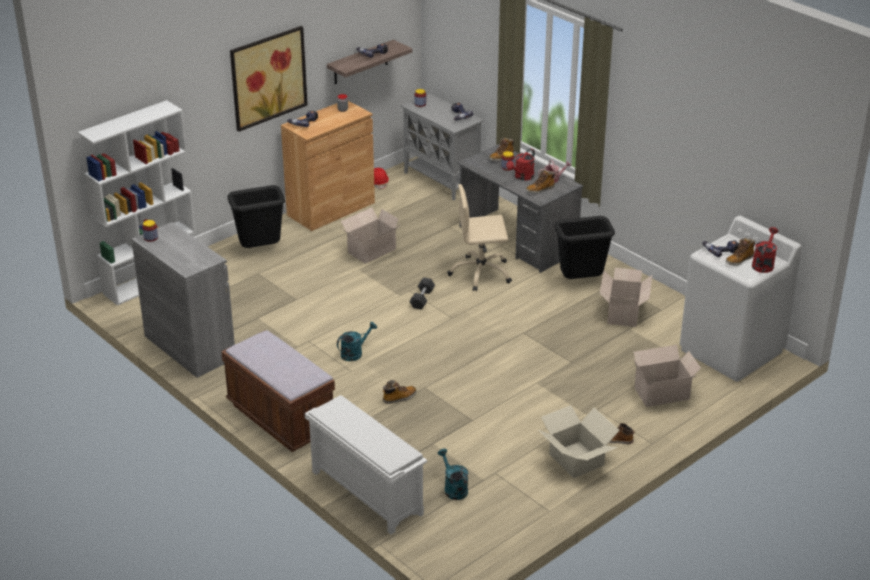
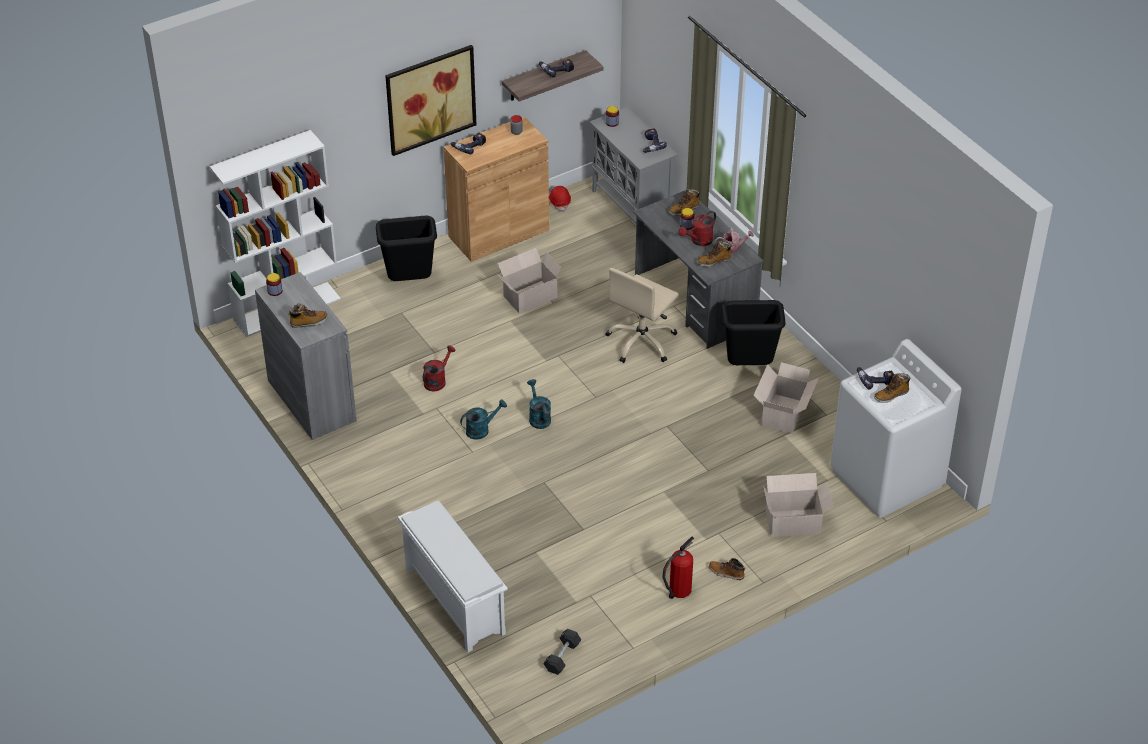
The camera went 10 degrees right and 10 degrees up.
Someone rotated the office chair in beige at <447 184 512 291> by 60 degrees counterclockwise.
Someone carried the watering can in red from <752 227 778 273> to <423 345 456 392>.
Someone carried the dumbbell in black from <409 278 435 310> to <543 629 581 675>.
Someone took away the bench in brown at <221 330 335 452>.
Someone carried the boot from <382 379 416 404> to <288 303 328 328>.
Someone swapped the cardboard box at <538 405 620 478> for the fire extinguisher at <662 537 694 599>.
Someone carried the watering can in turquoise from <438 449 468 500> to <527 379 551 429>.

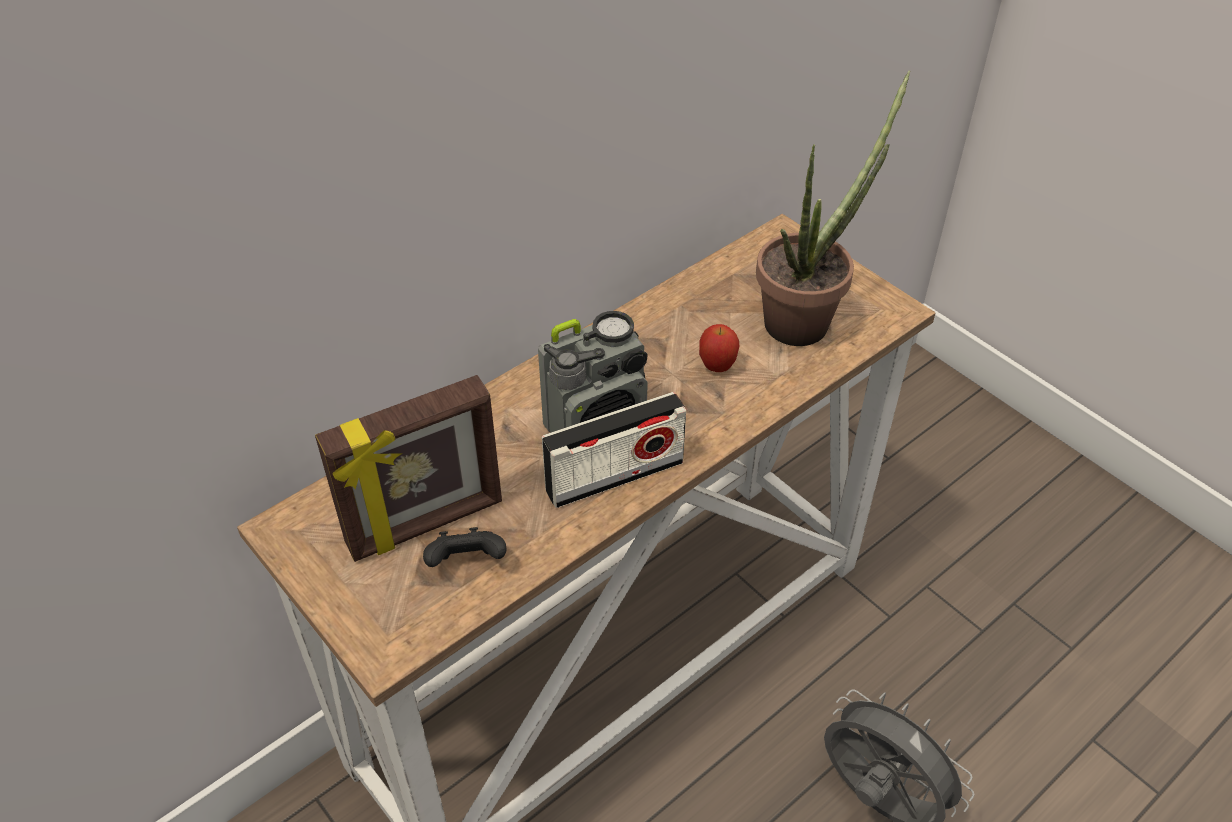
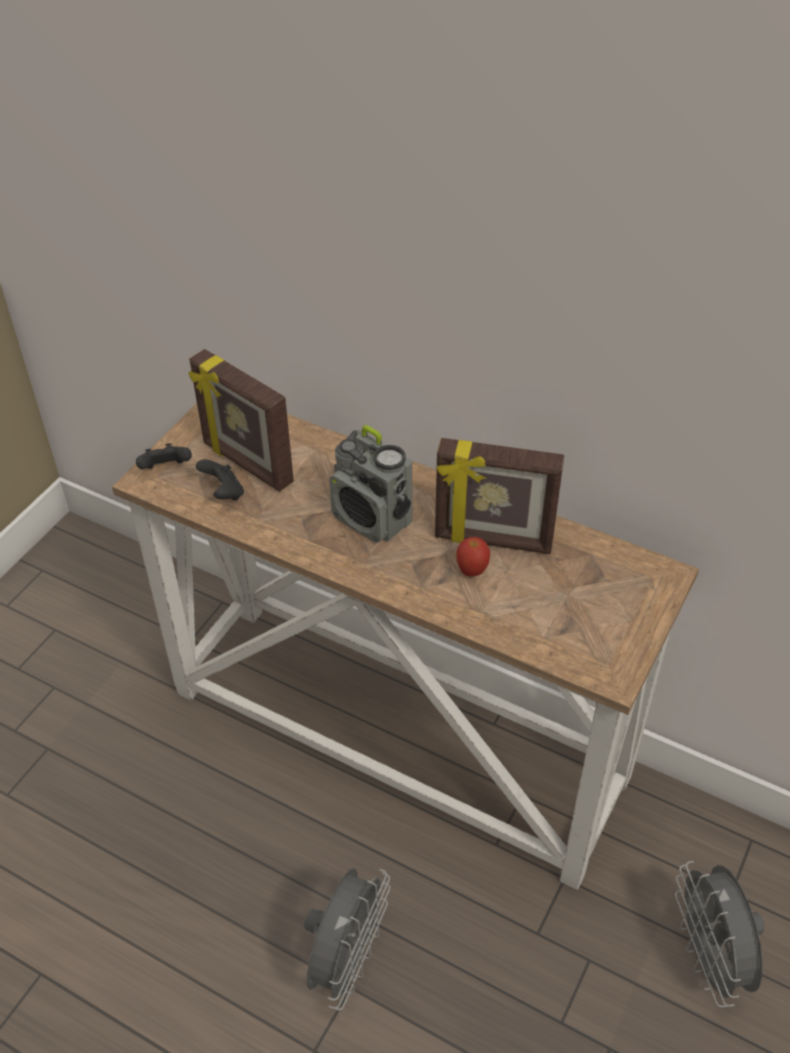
The camera went 70 degrees right and 0 degrees up.
Someone took away the potted plant at <756 70 910 346>.
Someone took away the radio at <542 392 686 508>.
Someone put down the picture frame at <435 438 564 554>.
Someone put down the game controller in black at <136 443 192 469>.
Someone put down the fan in grey at <675 861 764 1008>.

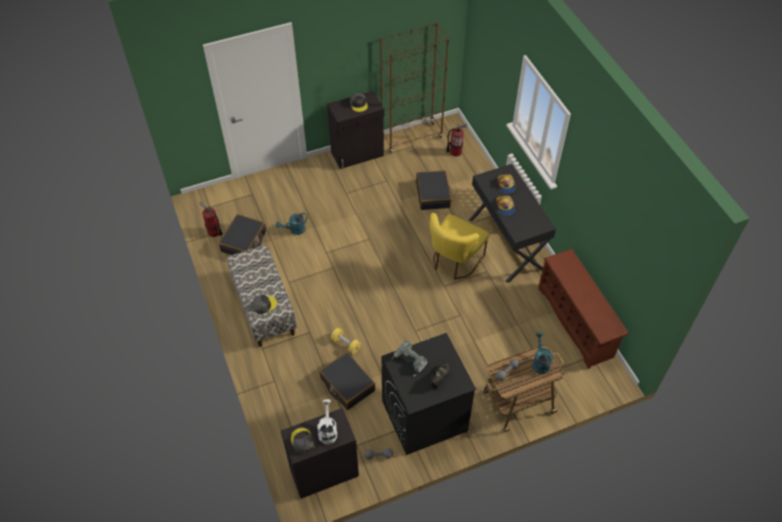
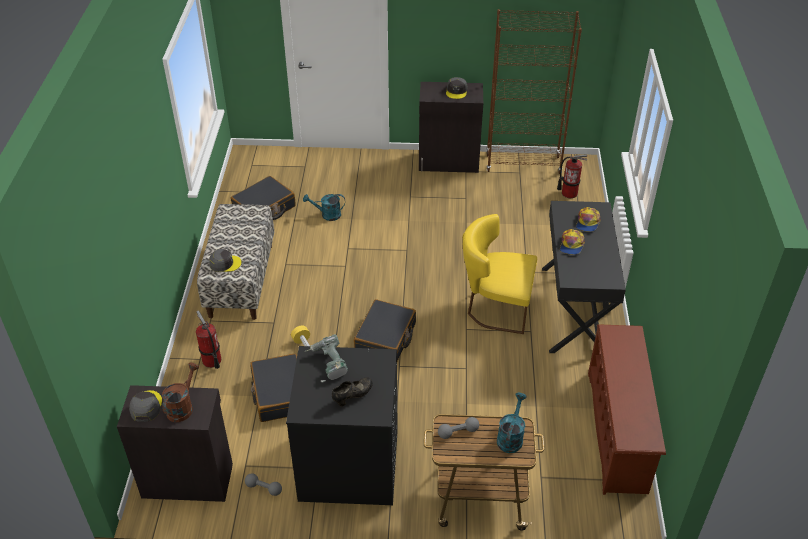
The camera went 25 degrees right and 10 degrees down.
Someone carried the suitcase in black from <416 170 451 210> to <354 299 416 361>.
Someone carried the fire extinguisher from <199 201 223 237> to <196 310 221 369>.
Someone rotated the chair in yellow at <430 213 489 280> by 45 degrees clockwise.
Someone repainted the watering can in white at <317 399 337 445>, which became the watering can in brown at <162 362 199 422>.

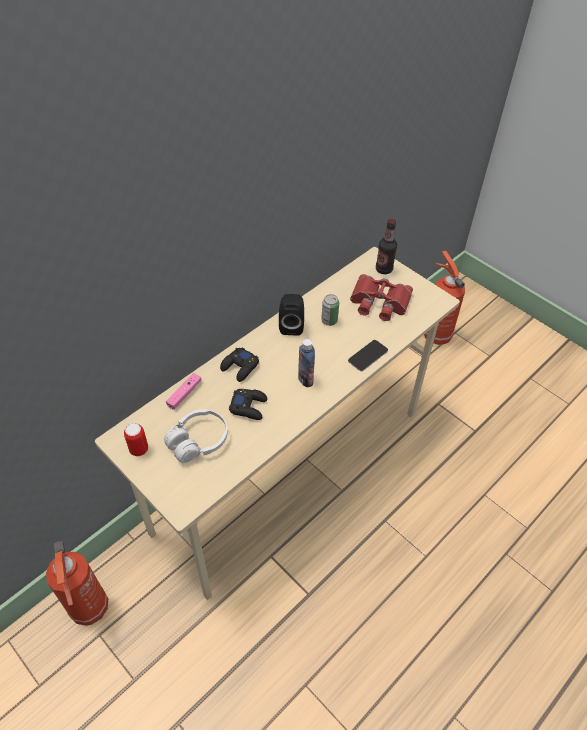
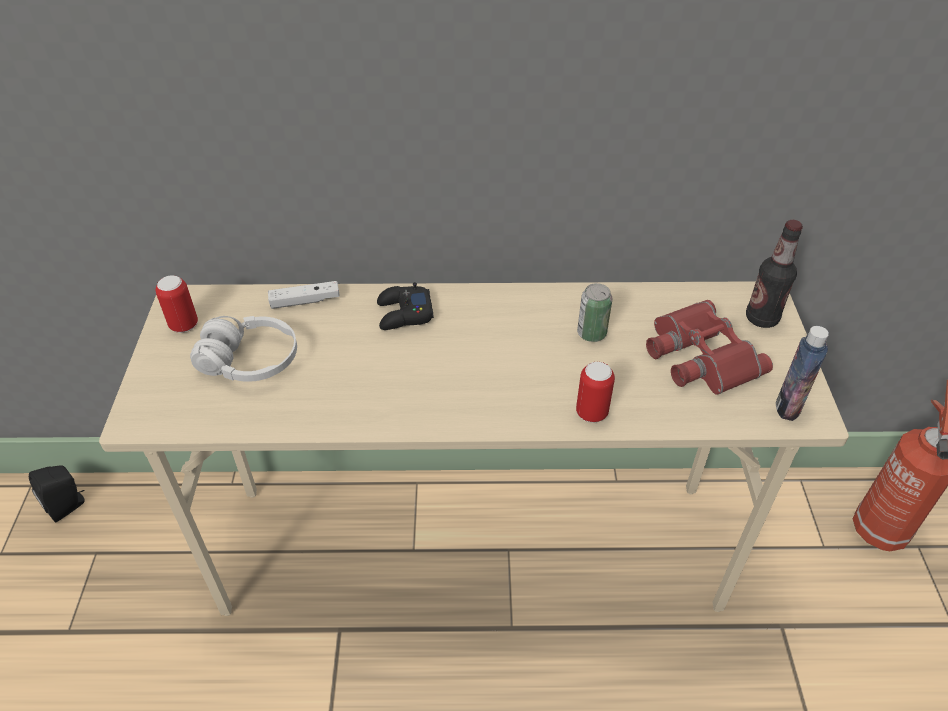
The camera went 45 degrees right and 5 degrees down.
Someone carried the speaker in black from <279 294 304 335> to <29 465 85 523>.
Someone carried the bottle from <298 339 315 388> to <776 326 829 421>.
Someone swapped the phone at <348 340 388 371> for the can at <576 362 615 422>.
Someone repainted the game controller in pink at <166 373 201 410>, which became the game controller in white at <268 281 340 309>.
Someone took away the game controller in black at <229 389 267 420>.
Someone took away the fire extinguisher at <46 541 108 626>.

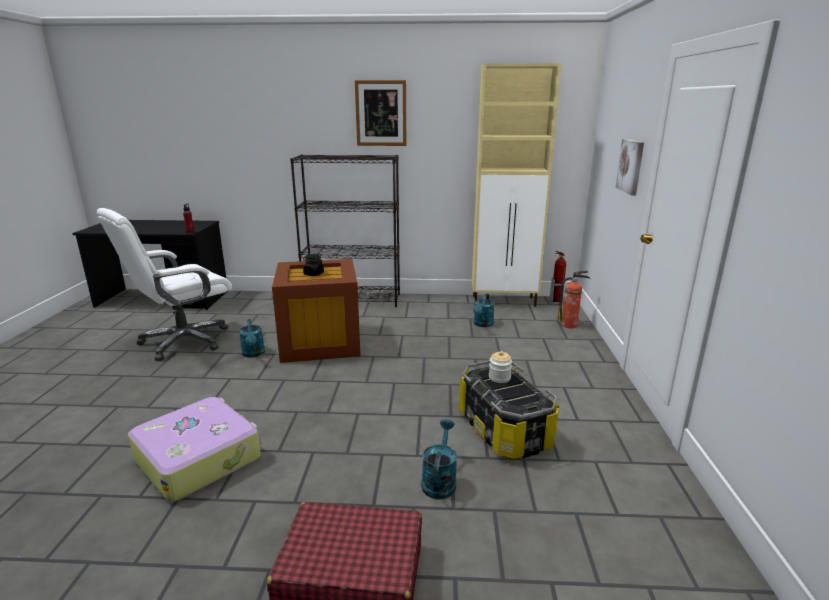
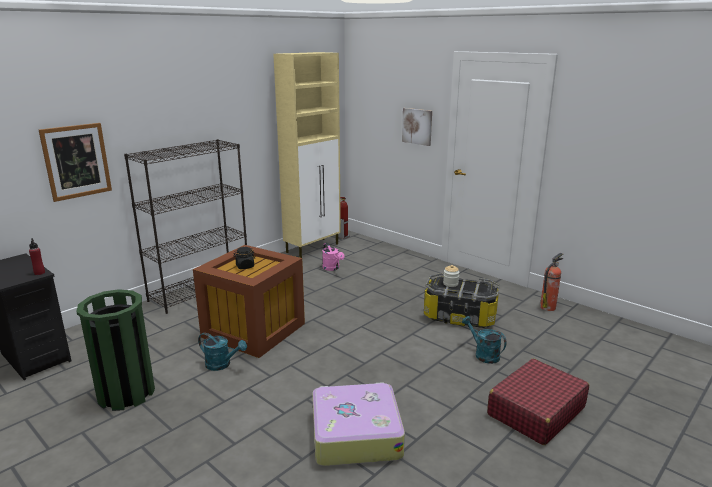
The camera went 50 degrees left and 0 degrees up.
Someone carried the picture from <355 80 406 146> to <39 123 112 202>.
Someone swapped the office chair in white at <97 208 232 361> for the trash can in green at <76 289 155 411>.
Someone carried the fire extinguisher from <557 271 591 328> to <540 253 563 311>.
Someone repainted the watering can in turquoise at <473 293 494 327>, which became the watering can in pink at <322 243 345 271>.

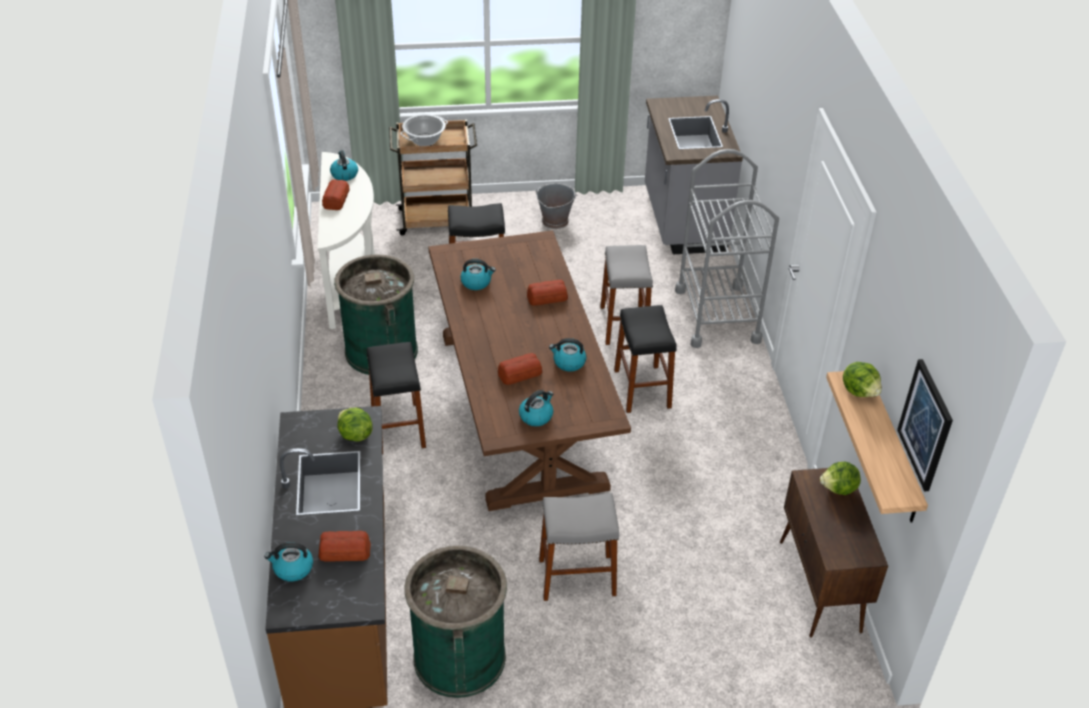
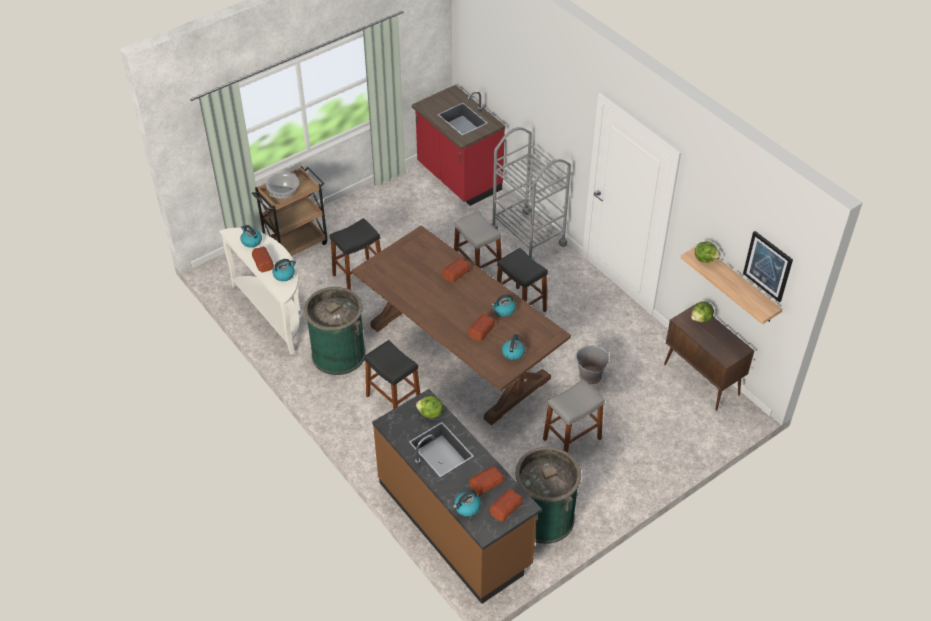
The camera went 30 degrees left and 5 degrees up.
Someone repainted the counter in grey at <645 96 743 254>, which became the counter in red at <412 85 505 206>.
Someone carried the bucket in grey from <535 183 577 229> to <575 345 609 385>.
Someone carried the kettle from <460 259 496 290> to <273 259 296 281>.
Someone put down the bread at <490 489 523 522>.

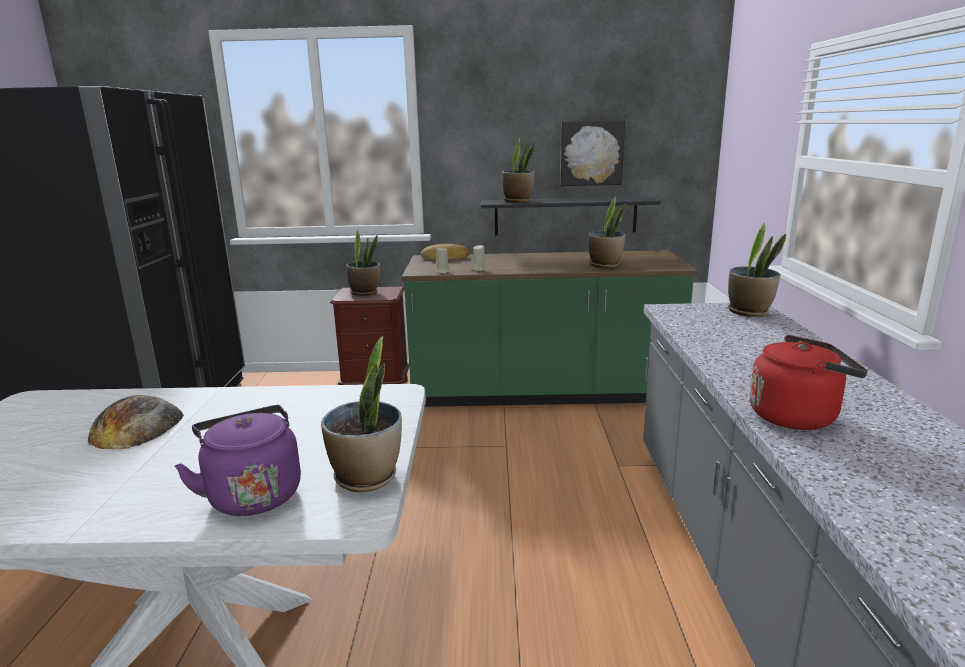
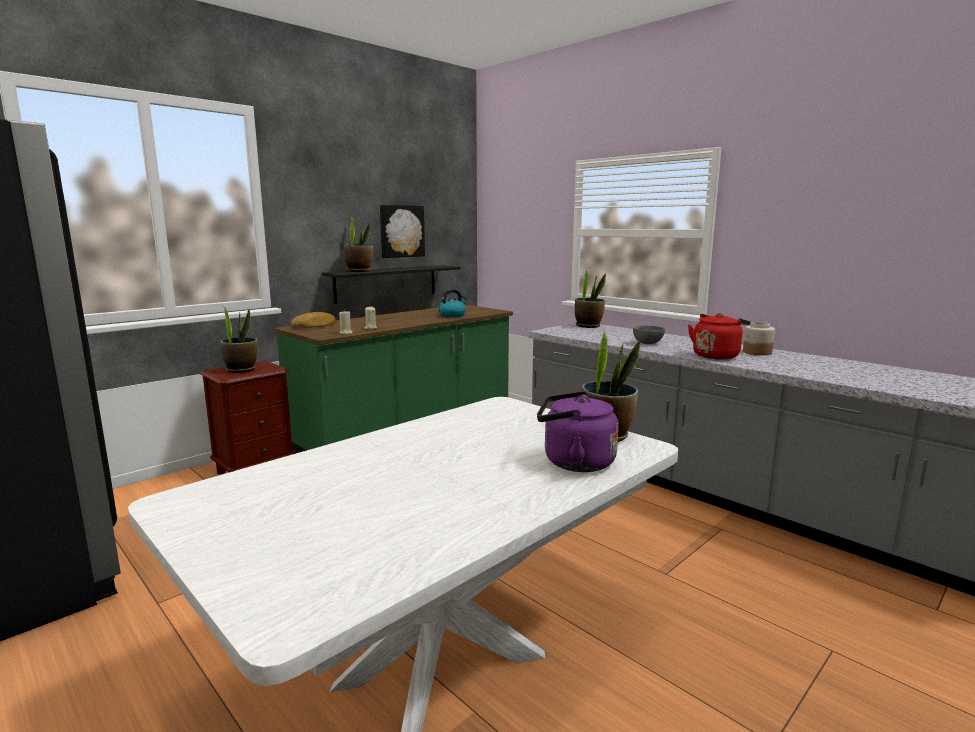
The camera went 45 degrees left and 5 degrees down.
Someone swapped the potted plant at <588 196 626 268> for the kettle at <438 289 467 317>.
Someone took away the bread at <88 395 183 450>.
Someone put down the jar at <743 322 775 355>.
Someone put down the bowl in grey at <633 325 665 344>.

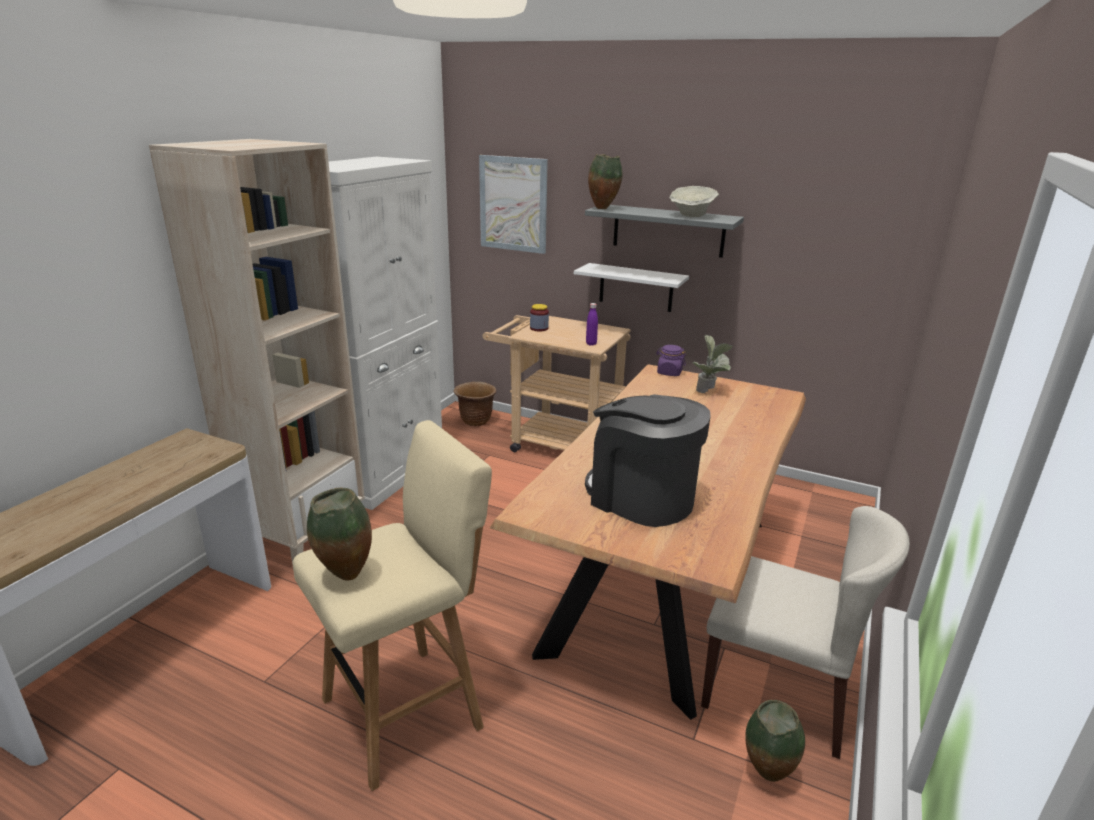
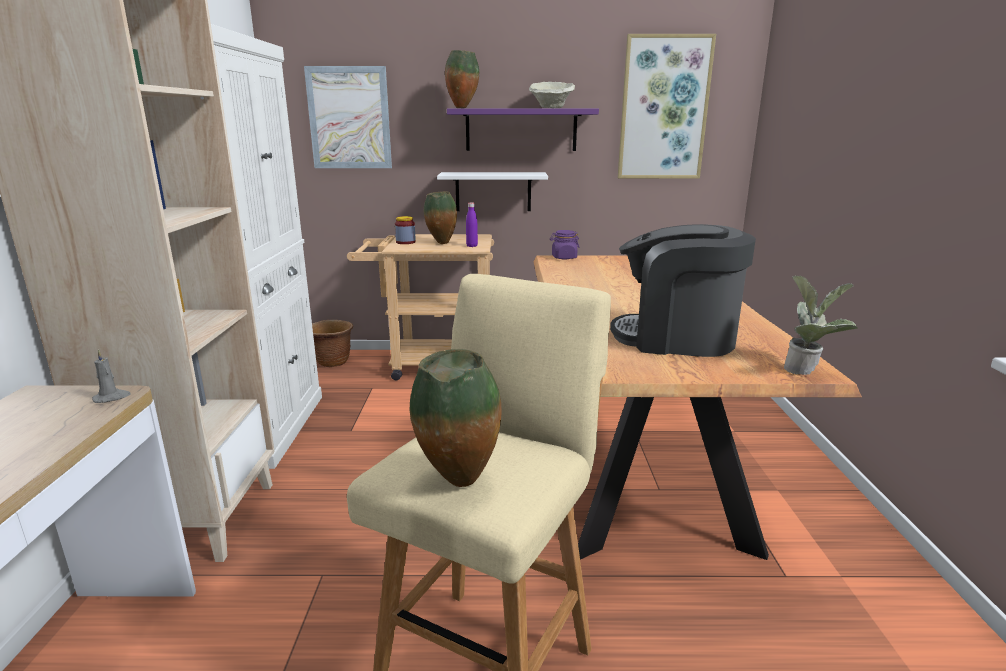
The camera went 25 degrees left and 5 degrees down.
Someone repainted the shelf in grey at <585 205 744 258>, which became the shelf in purple at <447 109 599 151>.
Someone carried the potted plant from <692 335 733 393> to <784 275 858 375>.
Someone took away the chair in beige at <701 506 910 759>.
Someone carried the vase from <745 700 805 782> to <424 192 457 244>.
Someone put up the picture at <618 34 716 178>.
Someone put down the candle in grey at <92 349 131 403>.

